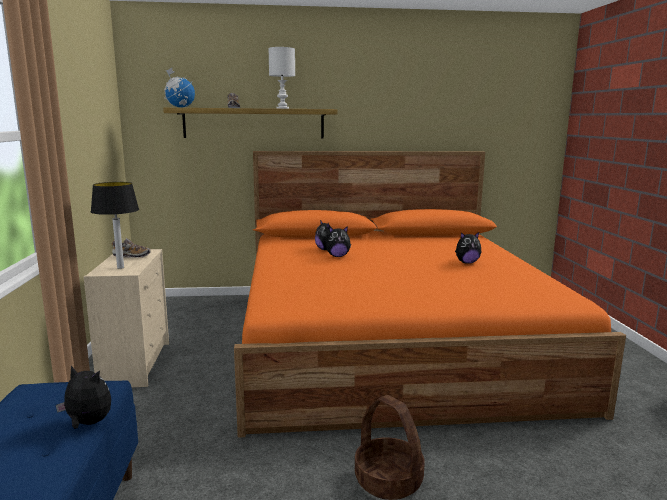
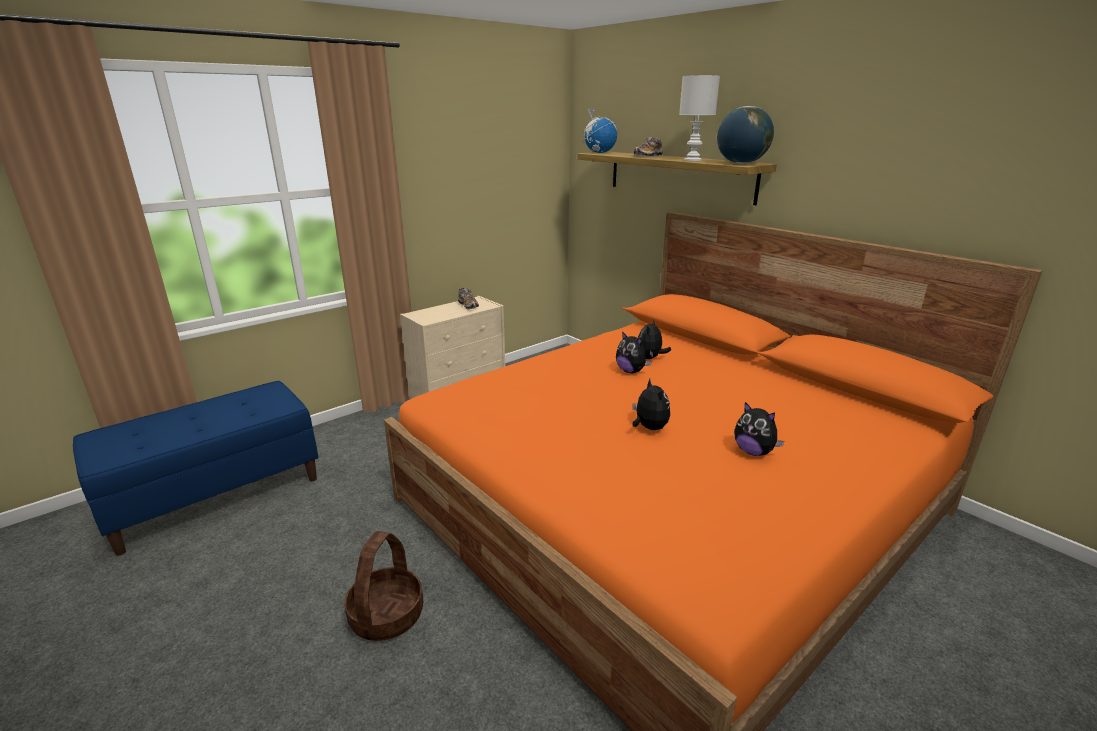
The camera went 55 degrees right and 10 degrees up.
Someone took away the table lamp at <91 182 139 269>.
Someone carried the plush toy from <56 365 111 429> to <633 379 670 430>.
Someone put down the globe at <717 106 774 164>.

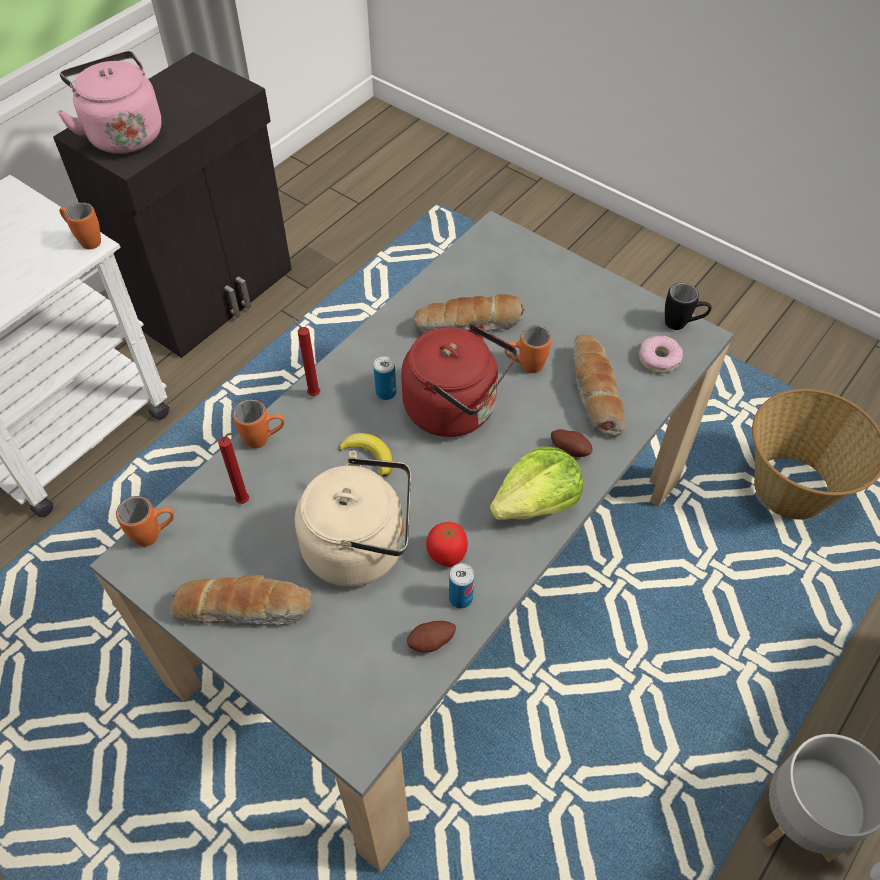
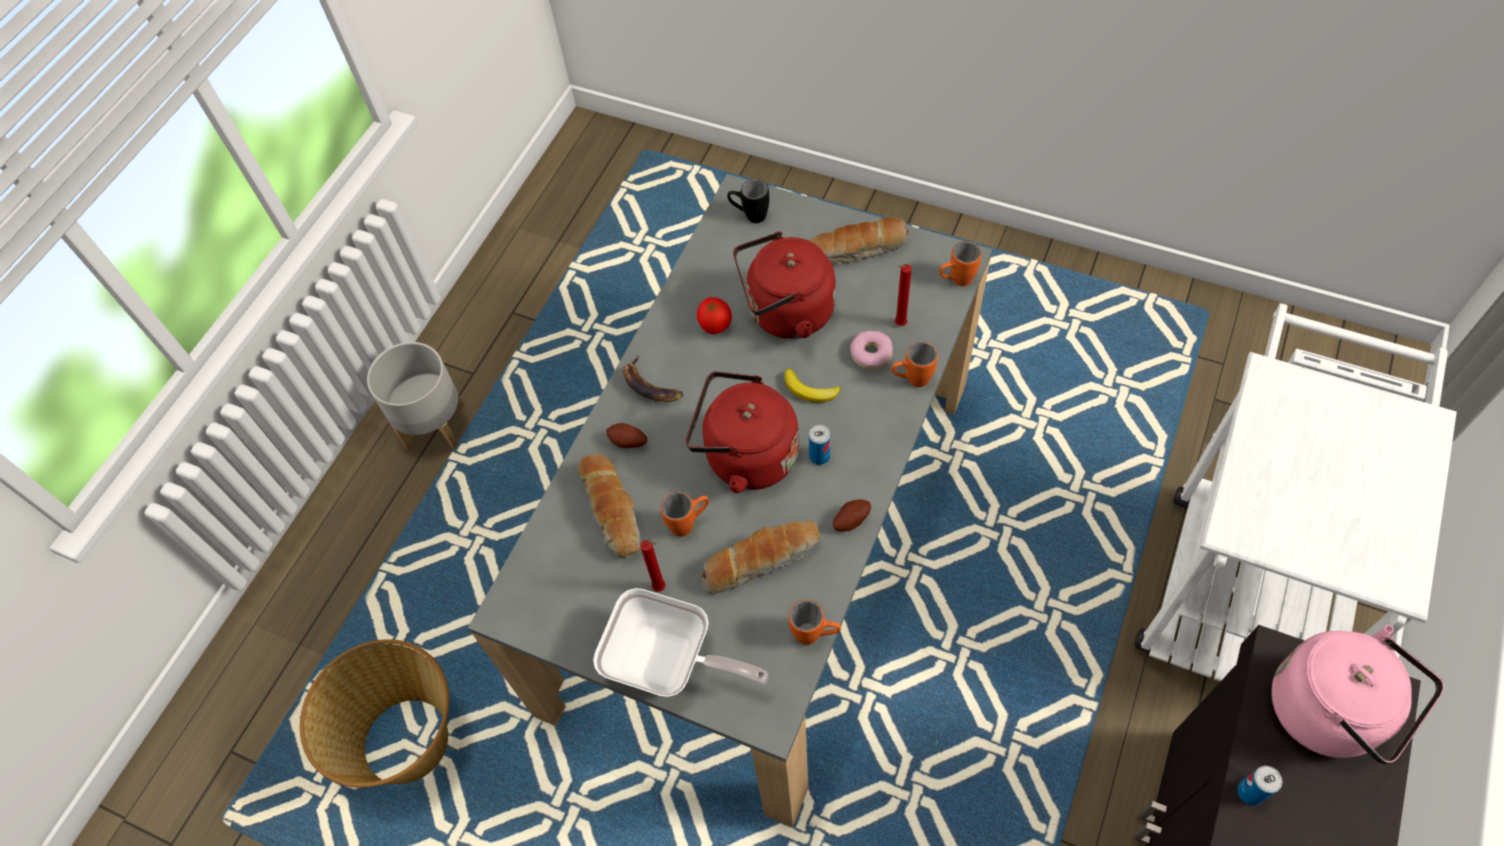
The camera went 170 degrees right and 5 degrees up.
Someone carried the mug in orange from <59 202 101 249> to <789 600 841 645>.
Someone carried the mug in black from <665 283 712 330> to <727 179 769 223>.
Someone carried the candle in red from <293 318 320 396> to <640 540 666 592>.
Someone carried the donut from <639 336 683 373> to <850 330 893 370>.
Someone swapped the lettuce at <490 446 583 520> for the banana at <623 356 683 402>.
Someone repainted the kettle in beige at <295 450 411 587>, which became the kettle in red at <733 232 836 339>.
Someone carried the can from <449 563 474 608> to <1237 766 1282 806>.
Someone carried the potato from <407 621 456 652> to <833 499 871 532>.
Someone put down the frying pan at <593 588 768 697>.

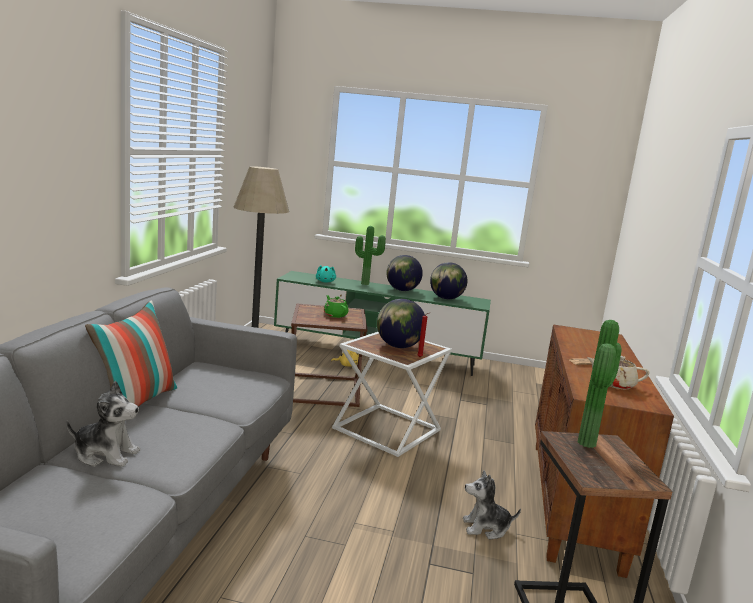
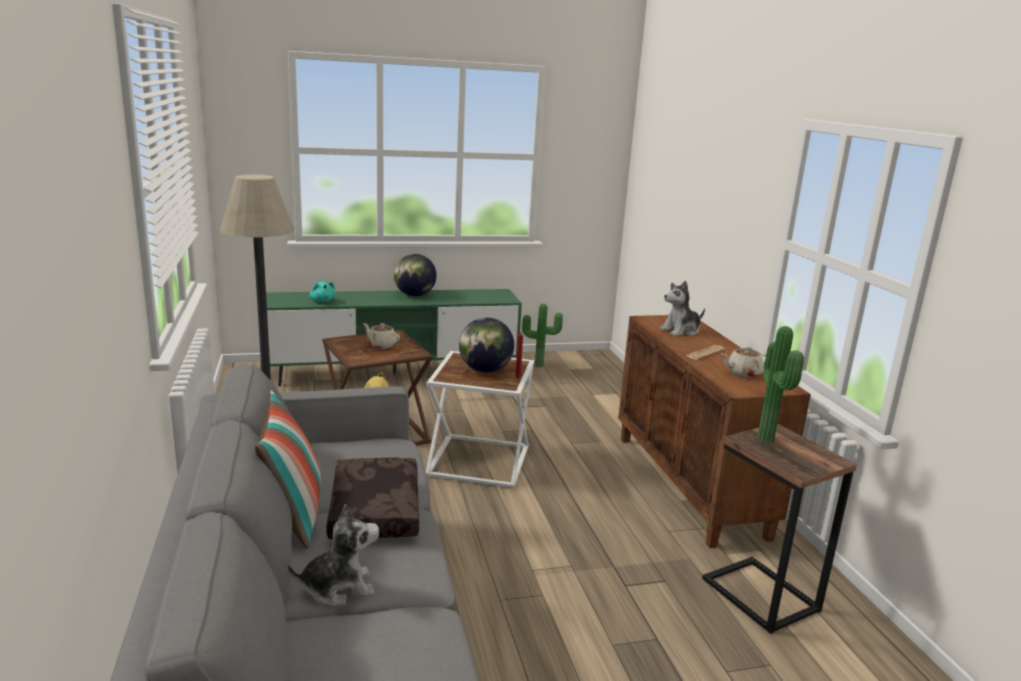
The camera went 25 degrees left and 5 degrees up.
Someone carried the potted plant from <355 226 386 285> to <522 304 563 367>.
Someone took away the globe at <430 262 467 299>.
Someone repainted the teapot in green at <324 295 349 318>, which became the teapot in beige at <363 323 400 349>.
Someone carried the plush toy from <463 470 521 539> to <659 281 705 336>.
Someone put down the pillow in brown at <326 458 419 539>.

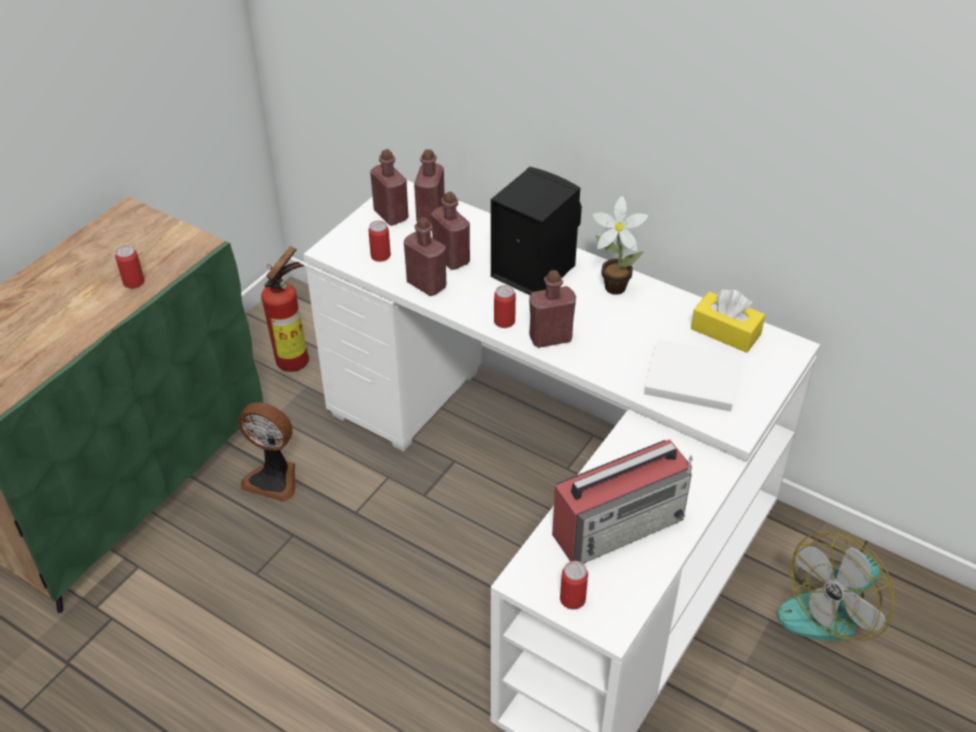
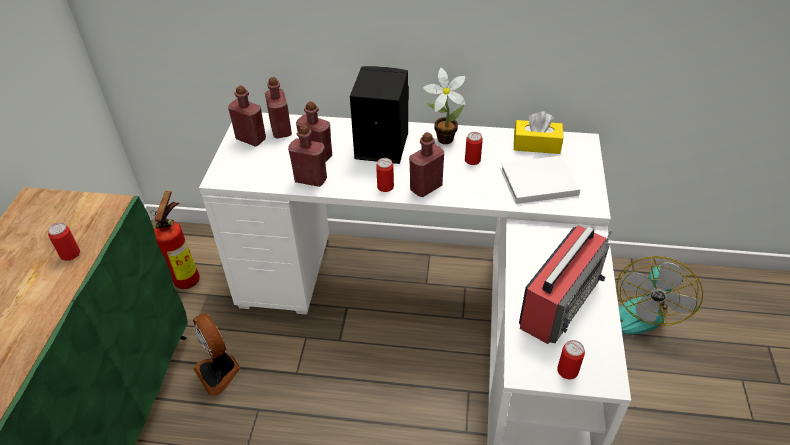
The camera went 25 degrees left and 0 degrees up.
Someone carried the can from <368 220 391 262> to <465 132 483 165>.
Someone rotated the fan at <238 402 296 502> by 60 degrees clockwise.

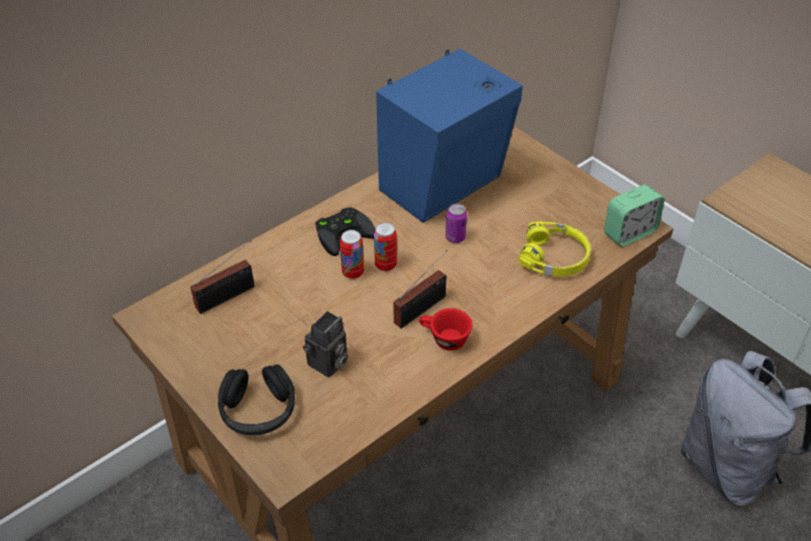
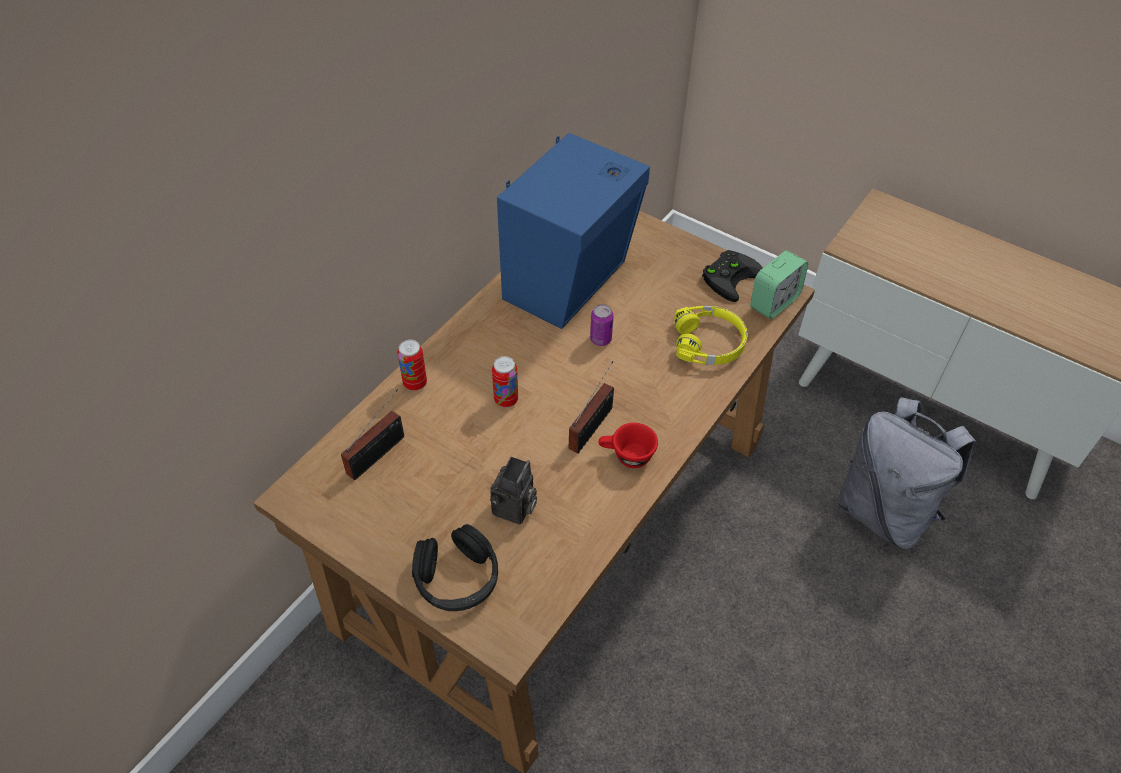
The camera went 15 degrees left and 5 degrees up.
Someone carried the game controller in black from <315 207 376 256> to <702 250 762 302>.
Someone carried the can from <374 222 397 271> to <398 339 427 391>.

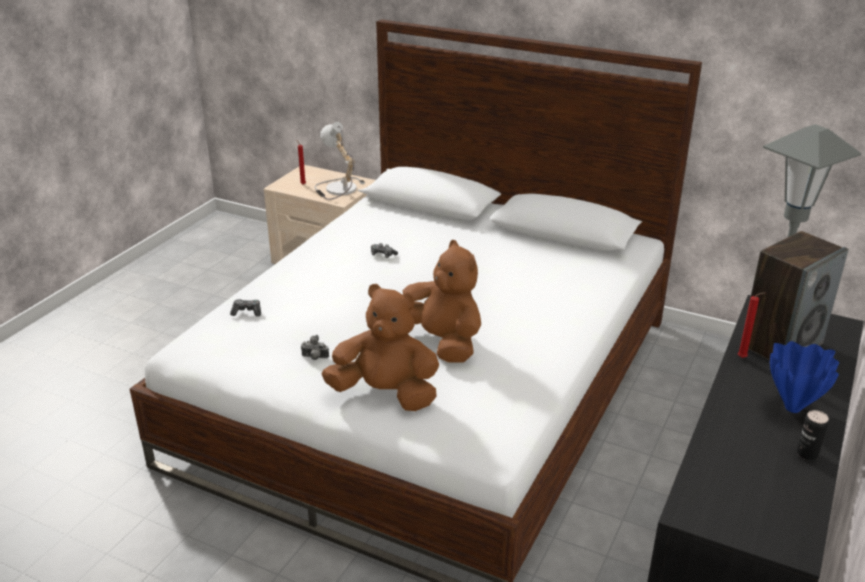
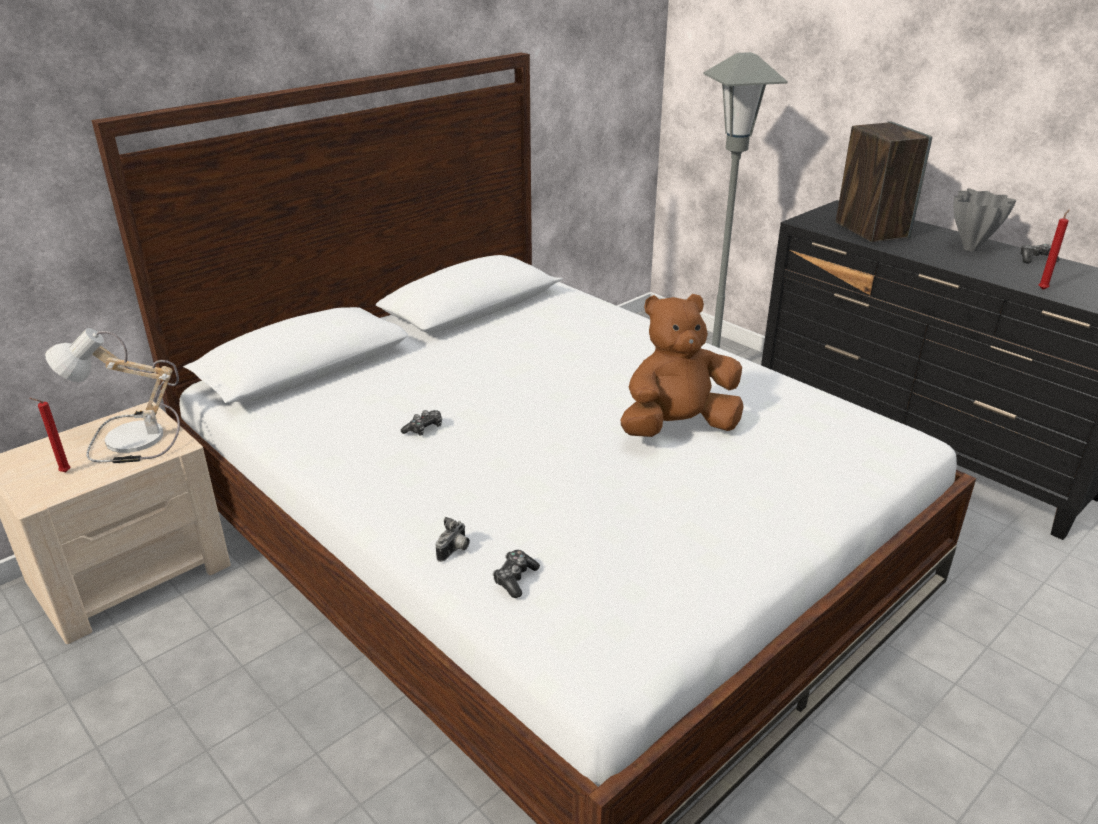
The camera went 70 degrees left and 0 degrees up.
Someone took away the plush toy in brown at <321 284 439 411>.
Someone carried the candle in red from <738 292 765 358> to <1039 210 1069 290>.
Someone carried the photo camera from <301 335 329 360> to <436 517 470 562>.
Someone repainted the vase in blue at <770 341 839 413>, which became the vase in grey at <953 189 1016 251>.
Someone swapped the can at <797 410 829 461> for the game controller at <1021 244 1060 263>.

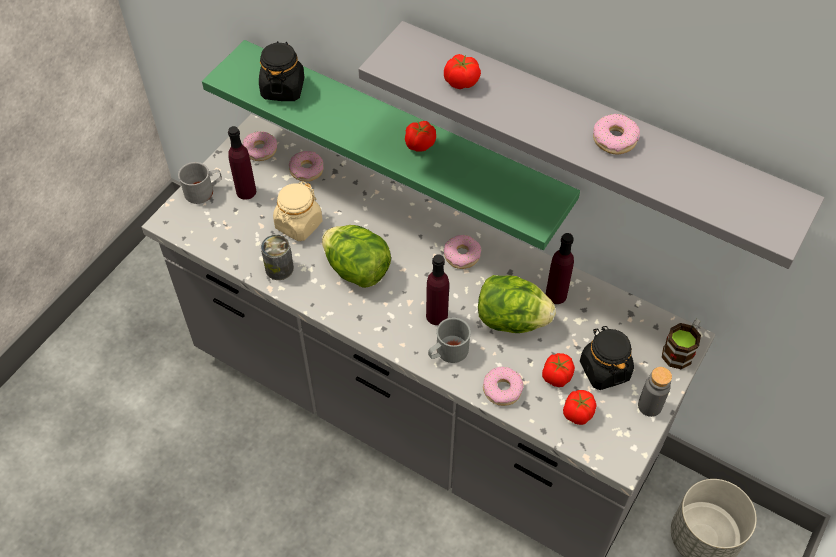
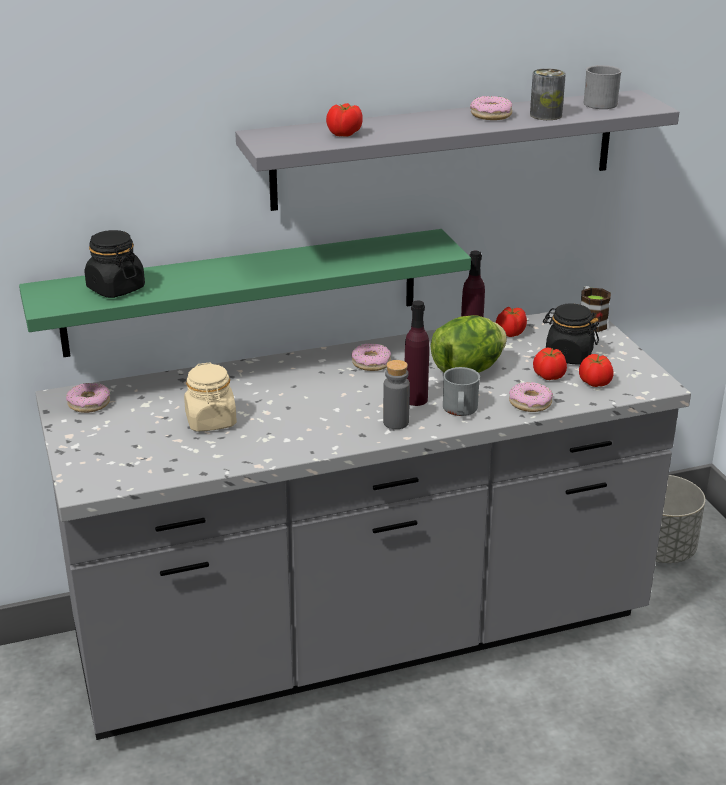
The camera went 50 degrees left and 25 degrees down.
Someone carried the tomato from <405 121 436 152> to <495 307 527 337>.
Someone took away the bottle in purple at <228 126 256 200>.
Someone took away the donut at <289 151 323 182>.
Someone carried the mug in grey from <178 162 222 204> to <584 65 622 109>.
Someone took away the lettuce at <322 225 391 288>.
Someone carried the can from <261 235 294 280> to <530 68 566 120>.
Someone carried the bottle in grey from <638 367 672 417> to <383 360 410 429>.

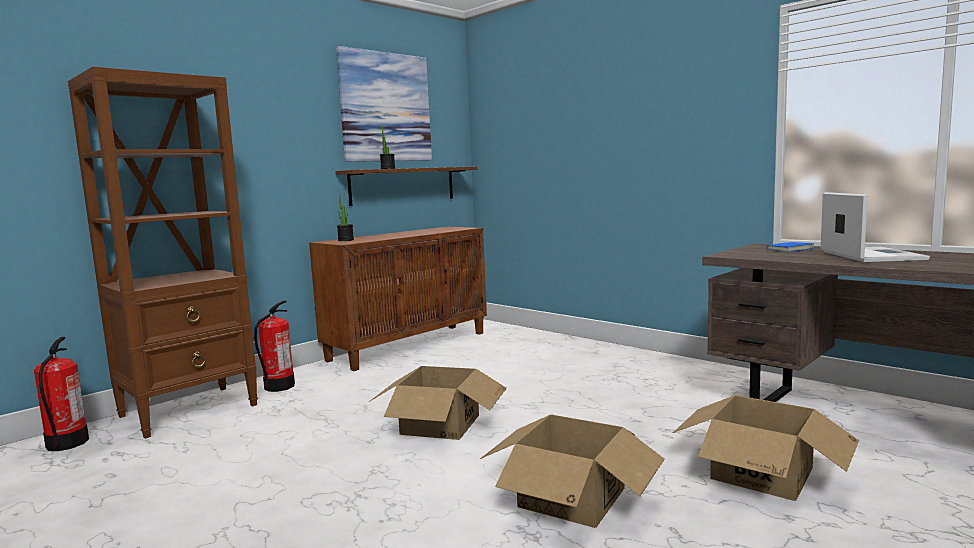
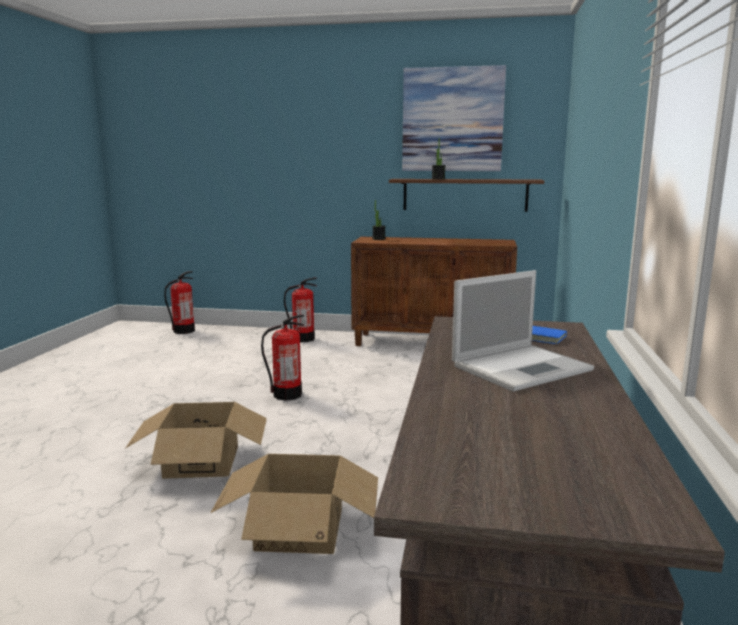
The camera went 55 degrees right and 5 degrees up.
Someone took away the bookcase in brown at <68 67 258 439>.
Someone swapped the cardboard box at <369 366 507 440> for the fire extinguisher at <261 315 304 401>.

